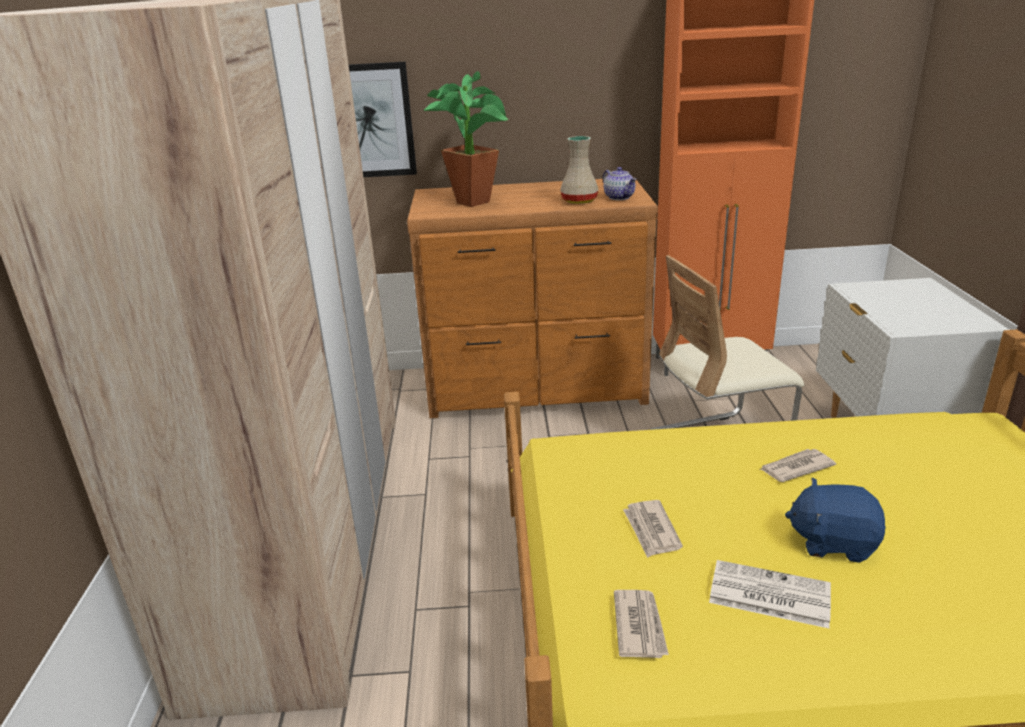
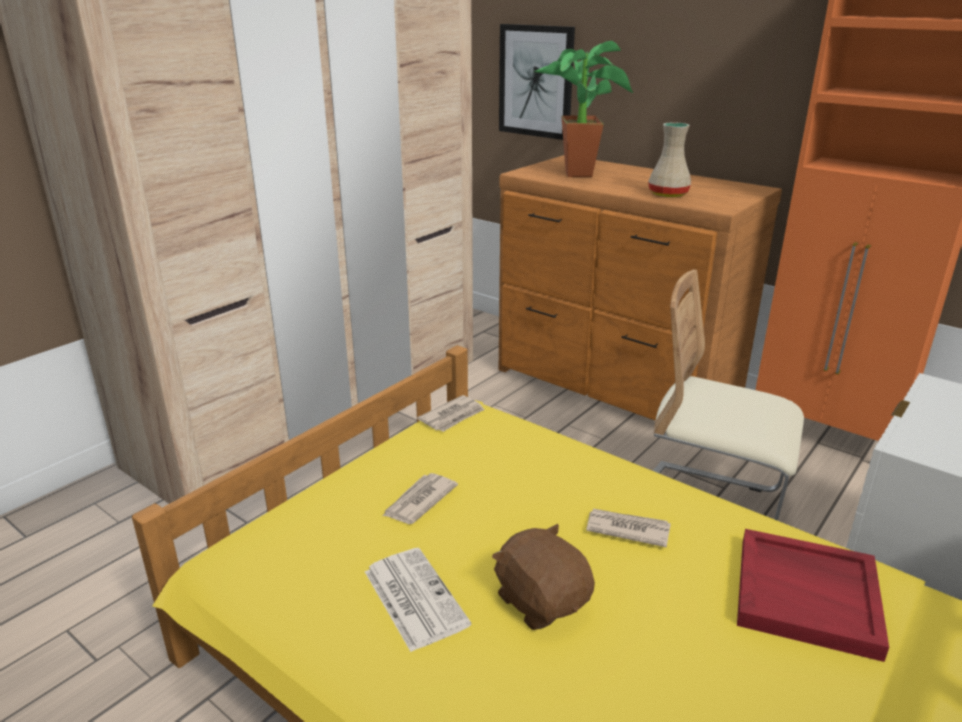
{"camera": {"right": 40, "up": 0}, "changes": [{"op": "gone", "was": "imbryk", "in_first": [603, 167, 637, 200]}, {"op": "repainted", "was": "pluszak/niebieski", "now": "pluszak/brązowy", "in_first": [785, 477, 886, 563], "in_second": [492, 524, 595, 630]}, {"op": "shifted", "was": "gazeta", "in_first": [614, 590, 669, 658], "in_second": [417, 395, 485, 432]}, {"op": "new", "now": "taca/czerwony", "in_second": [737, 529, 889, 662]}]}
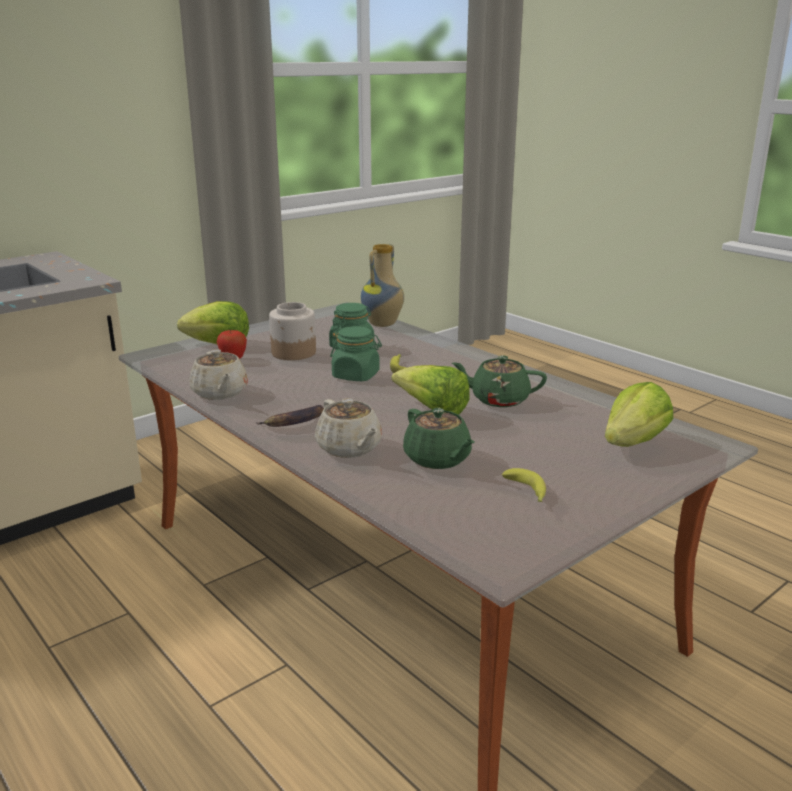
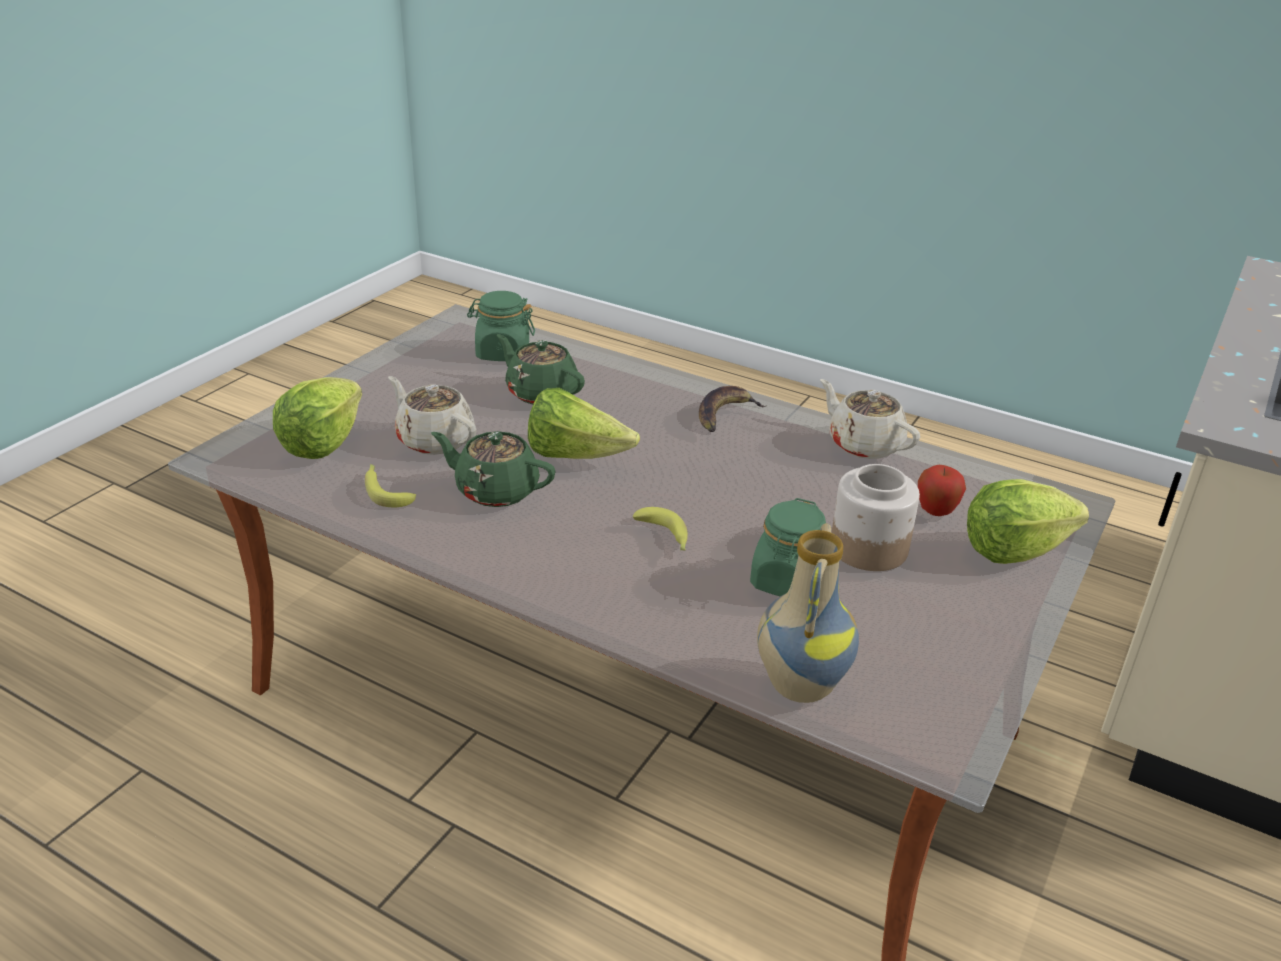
{"camera": {"right": 160, "up": 10}, "changes": [{"op": "shifted", "was": "słoik/zielony", "in_first": [330, 326, 382, 381], "in_second": [467, 291, 535, 361]}, {"op": "rotated", "was": "imbryk/zielony", "in_first": [452, 355, 547, 407], "in_second": [431, 431, 556, 507], "clockwise": -150}, {"op": "shifted", "was": "imbryk/beżowy", "in_first": [315, 398, 382, 458], "in_second": [388, 376, 476, 455]}, {"op": "shifted", "was": "banan", "in_first": [502, 468, 546, 502], "in_second": [365, 464, 416, 507]}]}
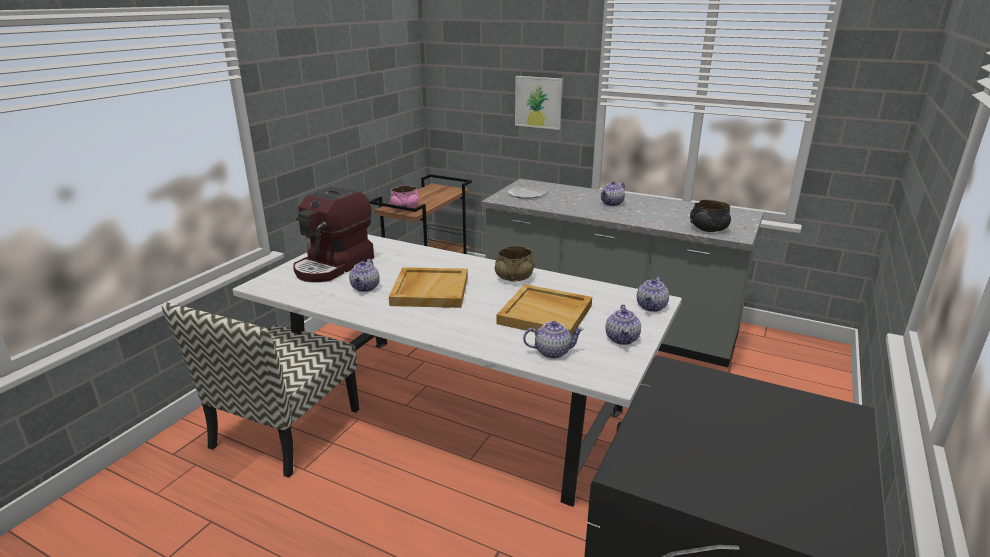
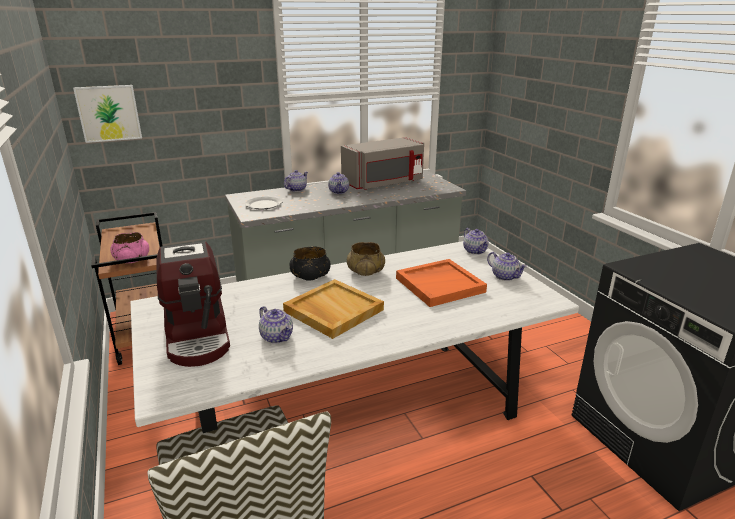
{"camera": {"right": -50, "up": 0}, "changes": [{"op": "shifted", "was": "obraz", "in_first": [515, 76, 563, 130], "in_second": [73, 85, 142, 143]}, {"op": "shifted", "was": "miska/czarny", "in_first": [690, 200, 731, 232], "in_second": [289, 246, 331, 281]}, {"op": "repainted", "was": "taca/beżowy", "now": "taca/pomarańczowy", "in_first": [497, 284, 592, 334], "in_second": [396, 259, 487, 307]}, {"op": "shifted", "was": "imbryk", "in_first": [523, 321, 584, 359], "in_second": [284, 170, 308, 192]}, {"op": "new", "now": "mikrofalówka/szary", "in_second": [341, 137, 424, 190]}]}
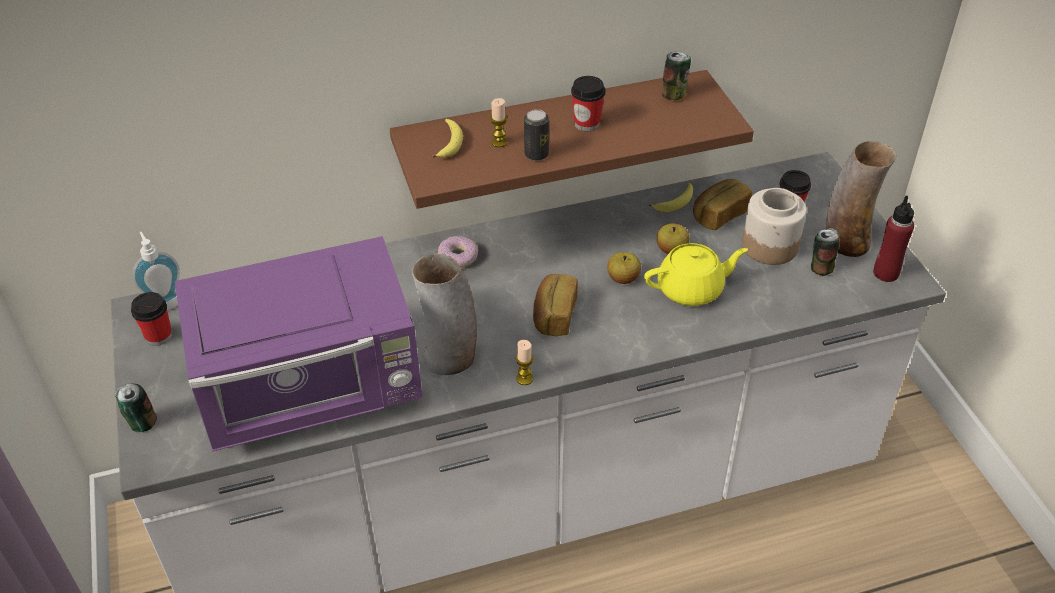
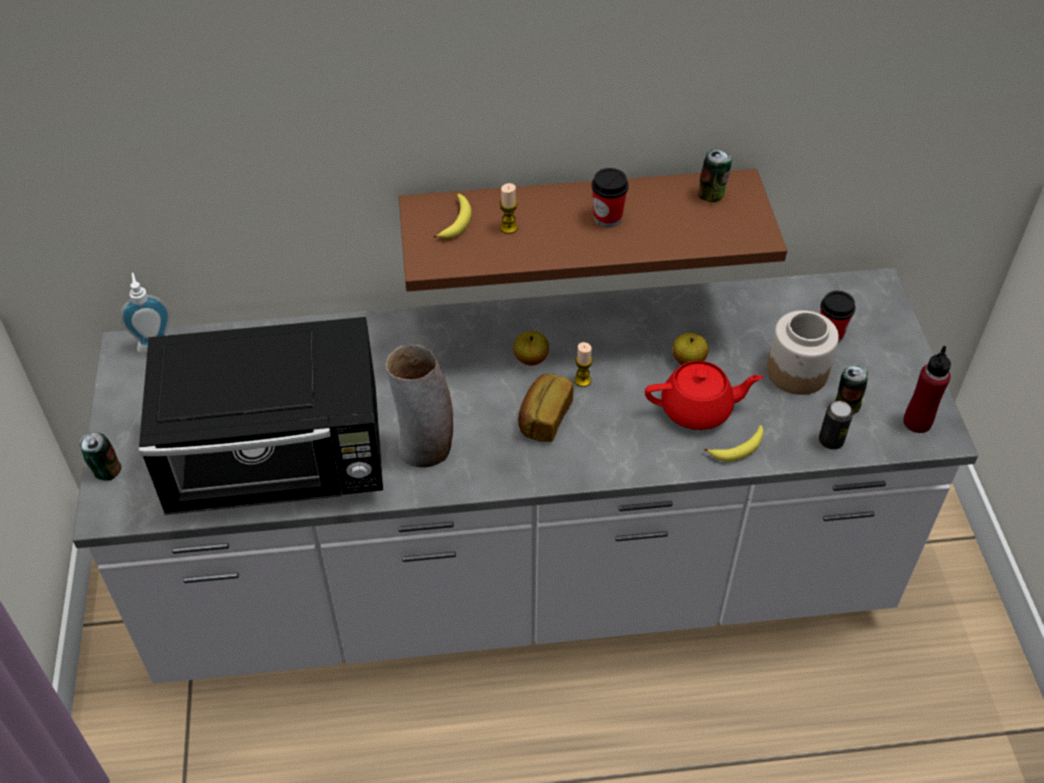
{"camera": {"right": 10, "up": 5}, "changes": [{"op": "shifted", "was": "puszka", "in_first": [524, 109, 549, 161], "in_second": [819, 401, 853, 450]}, {"op": "gone", "was": "wazon", "in_first": [826, 141, 896, 257]}, {"op": "gone", "was": "chleb", "in_first": [693, 179, 752, 230]}, {"op": "shifted", "was": "banan", "in_first": [649, 183, 693, 212], "in_second": [704, 425, 763, 462]}, {"op": "repainted", "was": "mikrofalówka/fioletowy", "now": "mikrofalówka/czarny", "in_first": [175, 236, 422, 451], "in_second": [139, 317, 383, 515]}, {"op": "gone", "was": "donut", "in_first": [438, 236, 478, 268]}, {"op": "repainted", "was": "imbryk/żółty", "now": "imbryk/czerwony", "in_first": [644, 243, 748, 306], "in_second": [645, 361, 763, 430]}, {"op": "shifted", "was": "jabłko", "in_first": [607, 252, 641, 284], "in_second": [513, 331, 549, 365]}, {"op": "gone", "was": "filiżanka", "in_first": [131, 292, 172, 346]}, {"op": "shifted", "was": "świeca", "in_first": [516, 340, 533, 385], "in_second": [574, 342, 593, 387]}]}
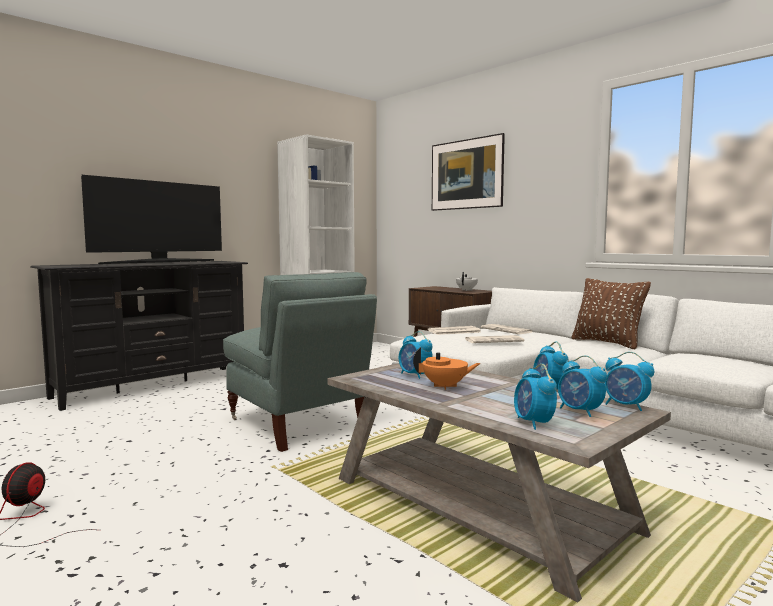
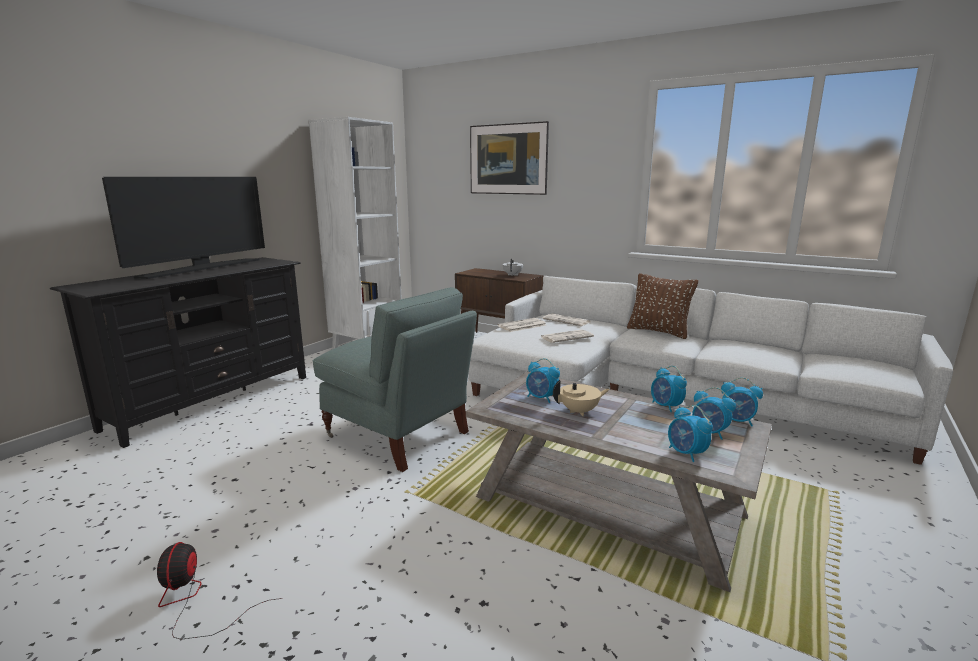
{"camera": {"right": -15, "up": 10}, "changes": [{"op": "repainted", "was": "imbryk/pomarańczowy", "now": "imbryk/beżowy", "in_first": [413, 347, 481, 390], "in_second": [553, 380, 610, 416]}]}
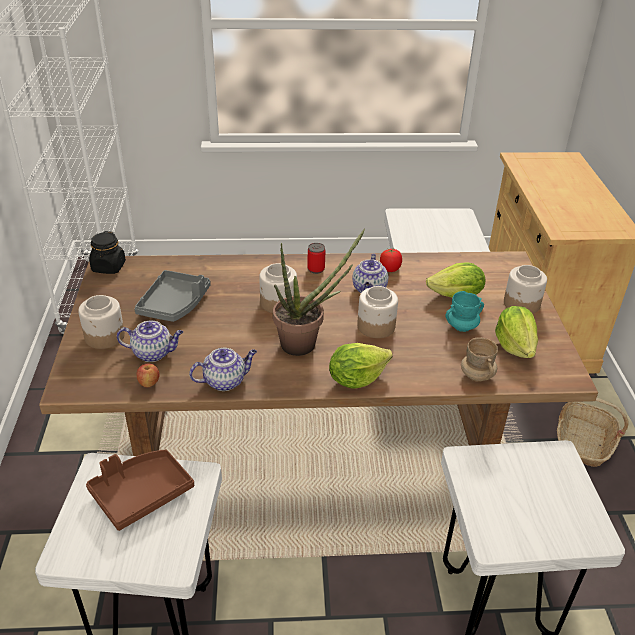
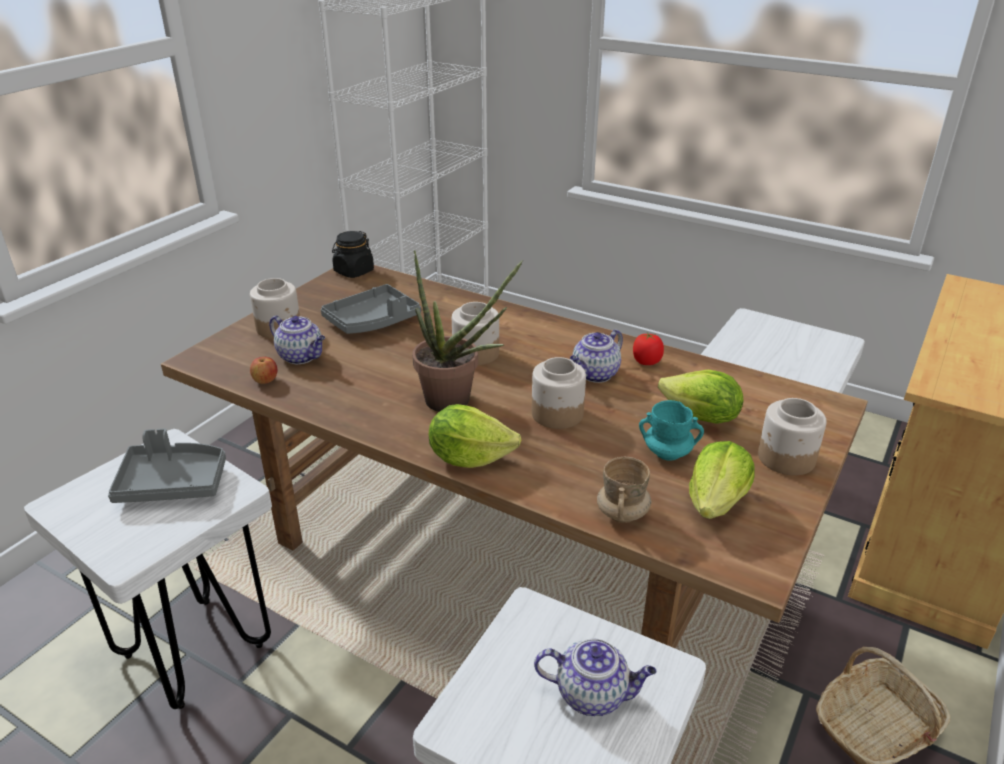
{"camera": {"right": 35, "up": -5}, "changes": [{"op": "gone", "was": "puszka", "in_first": [307, 243, 325, 274]}, {"op": "shifted", "was": "imbryk", "in_first": [189, 348, 257, 391], "in_second": [534, 638, 656, 716]}, {"op": "repainted", "was": "taca/brązowy", "now": "taca/szary", "in_first": [86, 449, 194, 531], "in_second": [108, 429, 226, 503]}]}
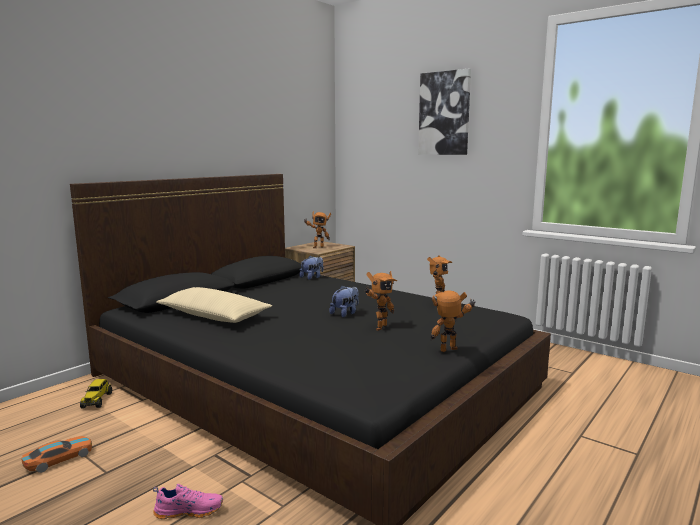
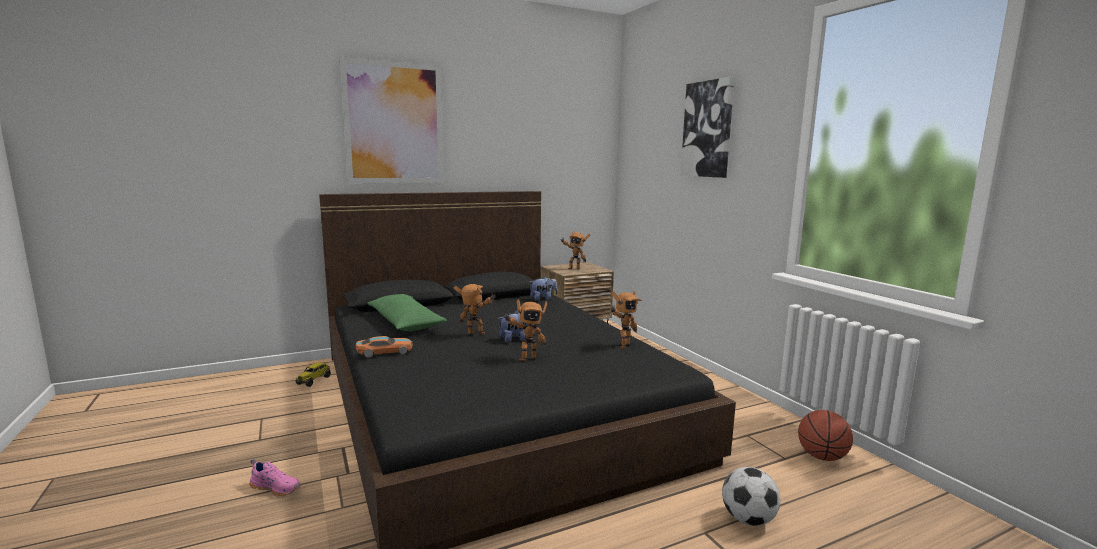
{"camera": {"right": 25, "up": 0}, "changes": [{"op": "repainted", "was": "poduszka/beżowy", "now": "poduszka/zielony", "in_first": [157, 287, 272, 323], "in_second": [367, 294, 447, 331]}, {"op": "shifted", "was": "robot zabawkowy", "in_first": [431, 291, 475, 352], "in_second": [453, 284, 495, 334]}, {"op": "shifted", "was": "samochodzik", "in_first": [22, 436, 92, 473], "in_second": [356, 336, 413, 358]}, {"op": "new", "now": "obraz", "in_second": [340, 57, 444, 183]}, {"op": "new", "now": "piłka do koszykówki", "in_second": [798, 410, 853, 461]}, {"op": "new", "now": "piłka futbolowa", "in_second": [722, 467, 780, 526]}]}
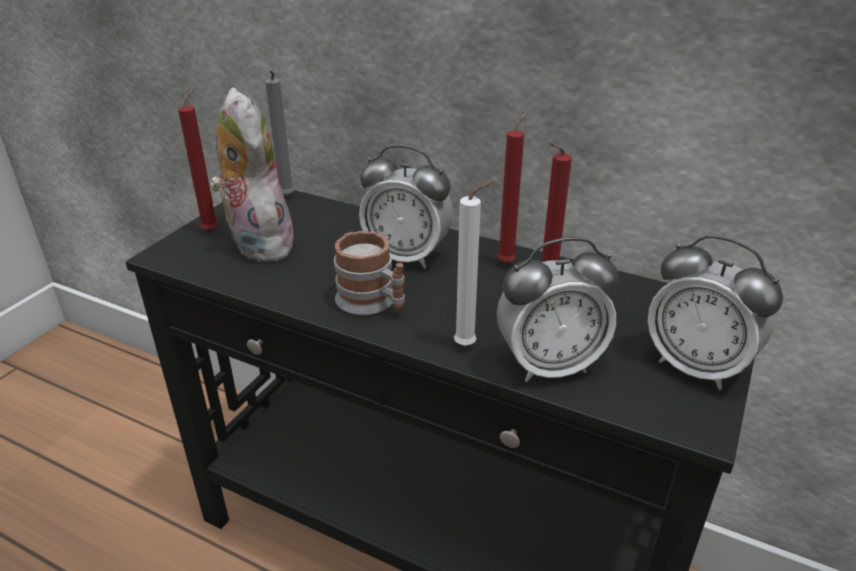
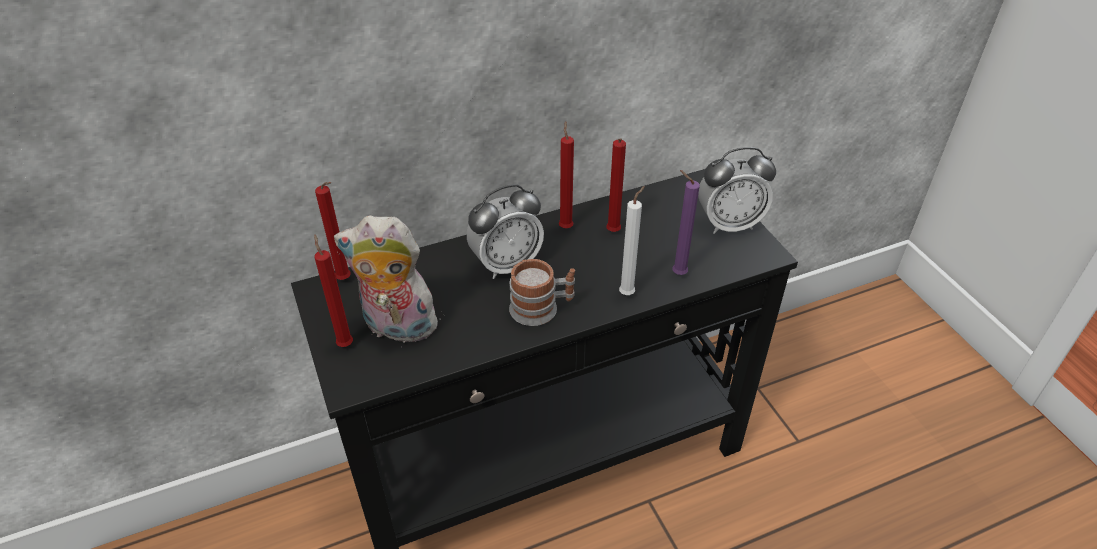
{"camera": {"right": -50, "up": 10}, "changes": [{"op": "repainted", "was": "świeca/szary", "now": "świeca/czerwony", "in_first": [265, 70, 294, 196], "in_second": [315, 182, 351, 280]}, {"op": "swapped", "was": "budzik", "now": "świeca/fioletowy", "in_first": [496, 237, 619, 382], "in_second": [672, 170, 700, 275]}]}
